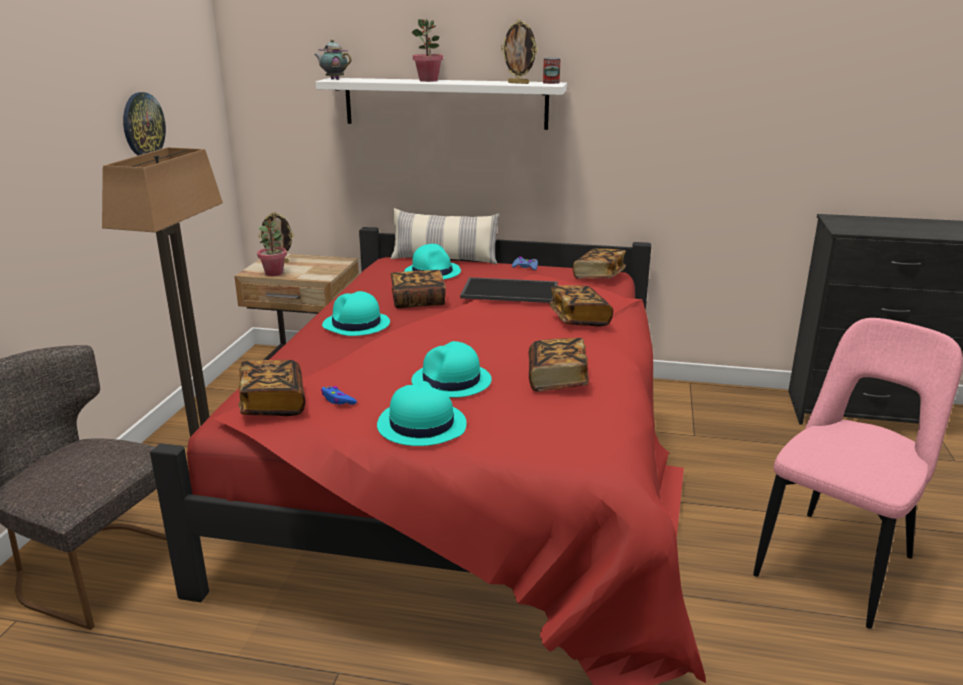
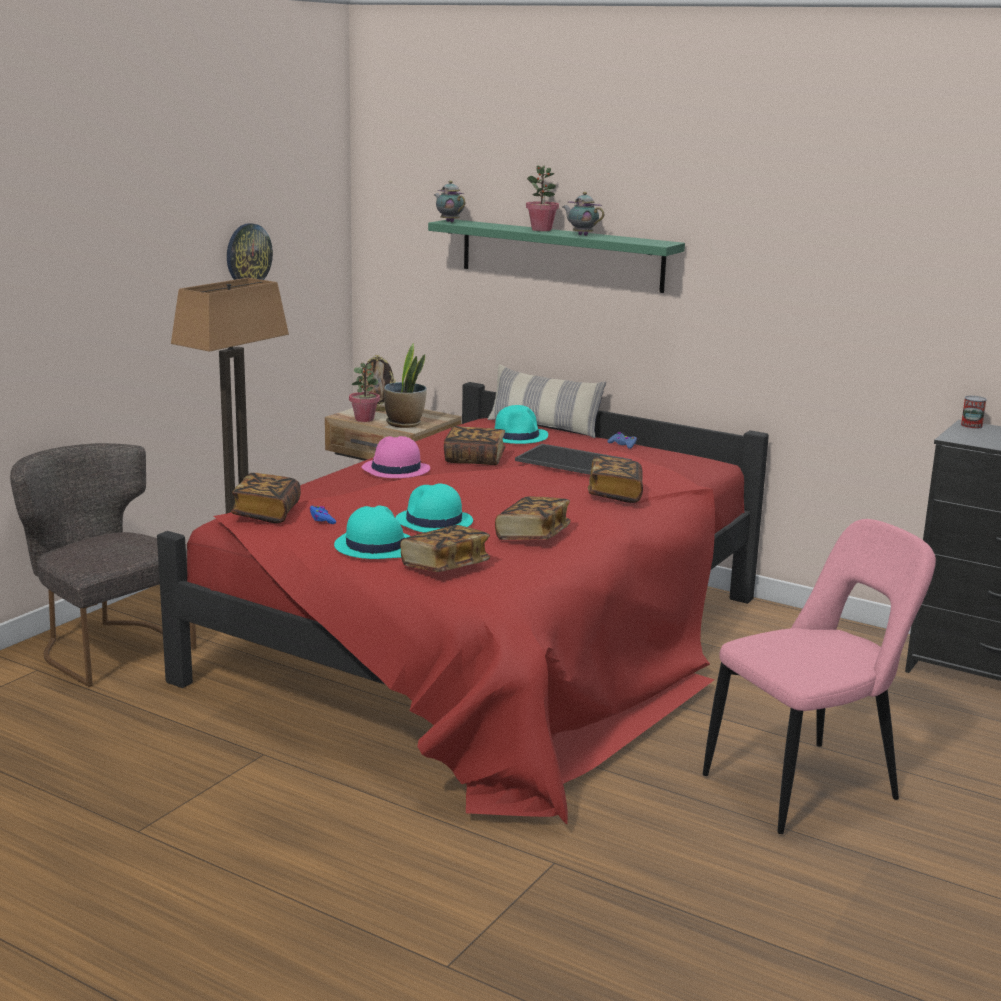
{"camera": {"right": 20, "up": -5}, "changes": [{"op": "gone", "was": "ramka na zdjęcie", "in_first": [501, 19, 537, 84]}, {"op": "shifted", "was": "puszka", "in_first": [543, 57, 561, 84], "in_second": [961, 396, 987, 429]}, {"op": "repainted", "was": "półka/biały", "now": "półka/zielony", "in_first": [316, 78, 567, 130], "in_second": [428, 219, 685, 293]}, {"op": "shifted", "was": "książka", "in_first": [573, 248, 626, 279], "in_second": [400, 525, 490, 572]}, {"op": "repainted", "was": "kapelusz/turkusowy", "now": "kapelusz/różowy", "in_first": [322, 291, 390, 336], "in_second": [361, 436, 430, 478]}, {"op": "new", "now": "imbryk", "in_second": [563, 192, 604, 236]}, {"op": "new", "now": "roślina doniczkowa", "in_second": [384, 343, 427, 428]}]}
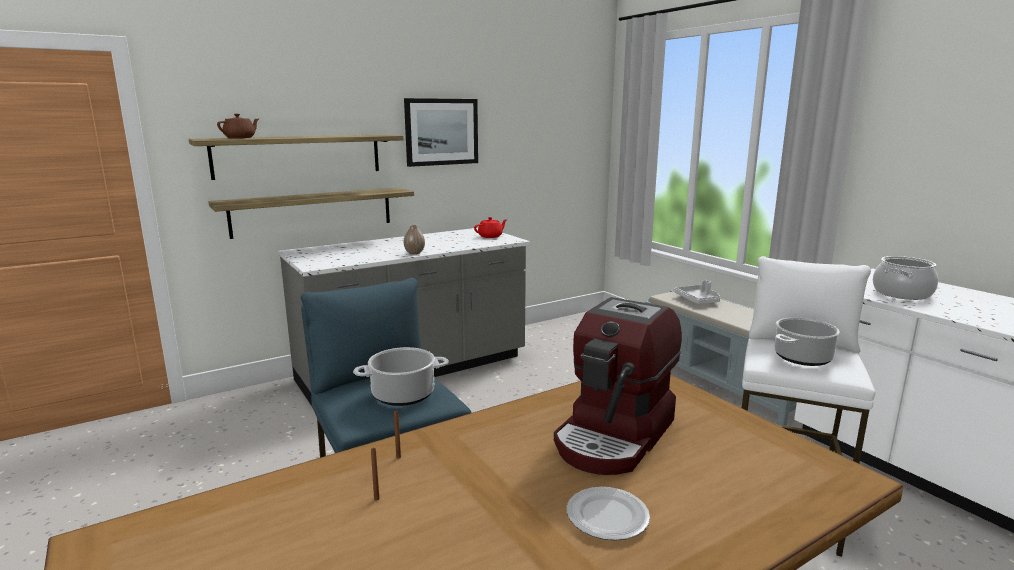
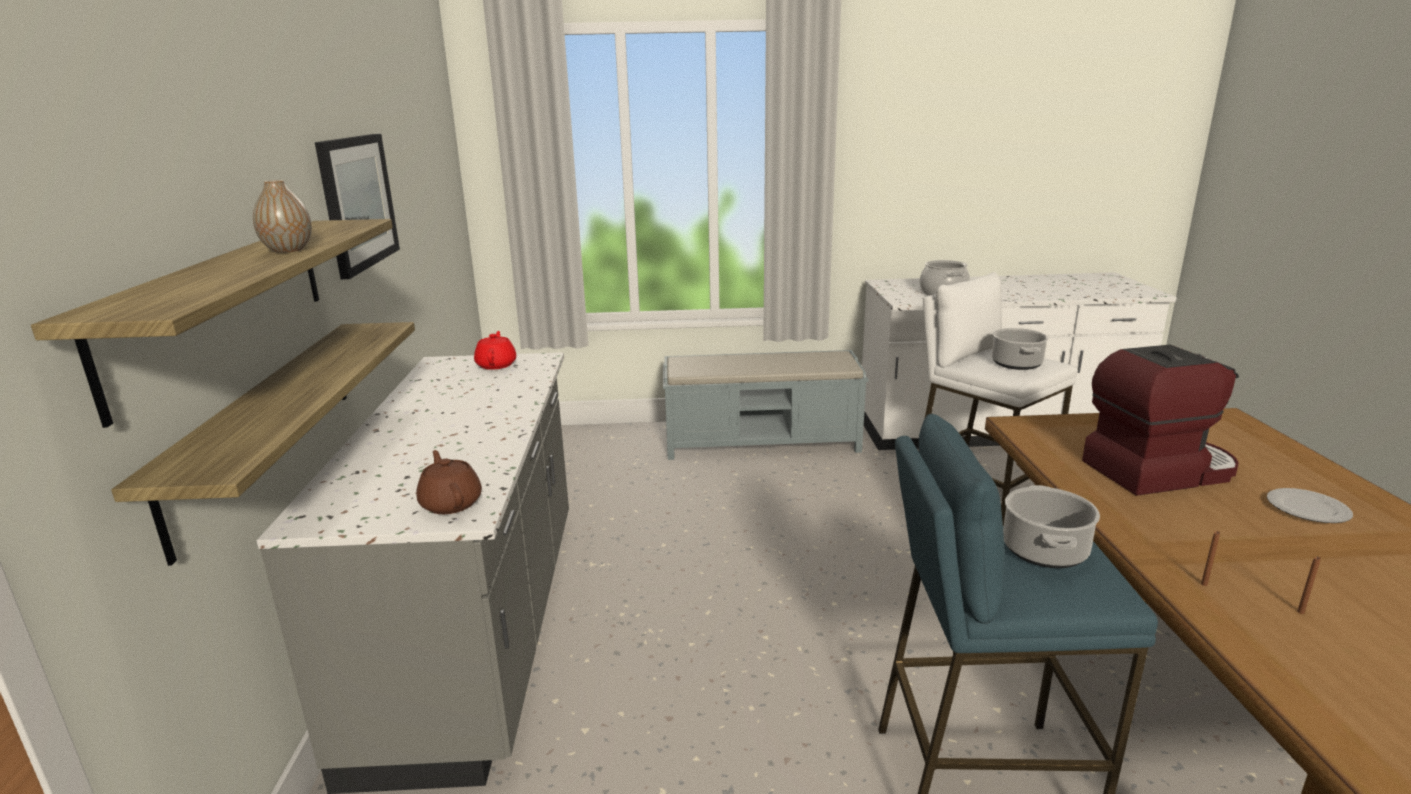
{"camera": {"right": -60, "up": 5}, "changes": [{"op": "shifted", "was": "imbryk/brązowy", "in_first": [217, 114, 259, 138], "in_second": [416, 450, 482, 514]}, {"op": "shifted", "was": "wazon", "in_first": [404, 225, 425, 254], "in_second": [253, 180, 312, 253]}, {"op": "gone", "was": "taca/szary", "in_first": [674, 280, 720, 304]}, {"op": "rotated", "was": "ekspres do kawy", "in_first": [554, 297, 682, 475], "in_second": [1082, 345, 1239, 496], "clockwise": -75}]}
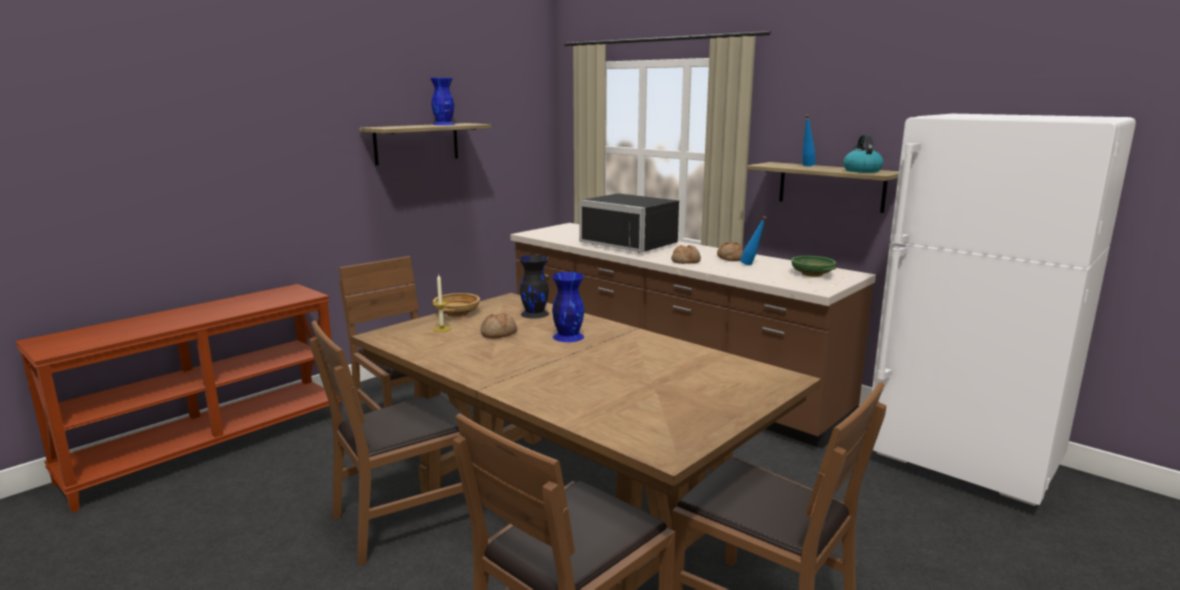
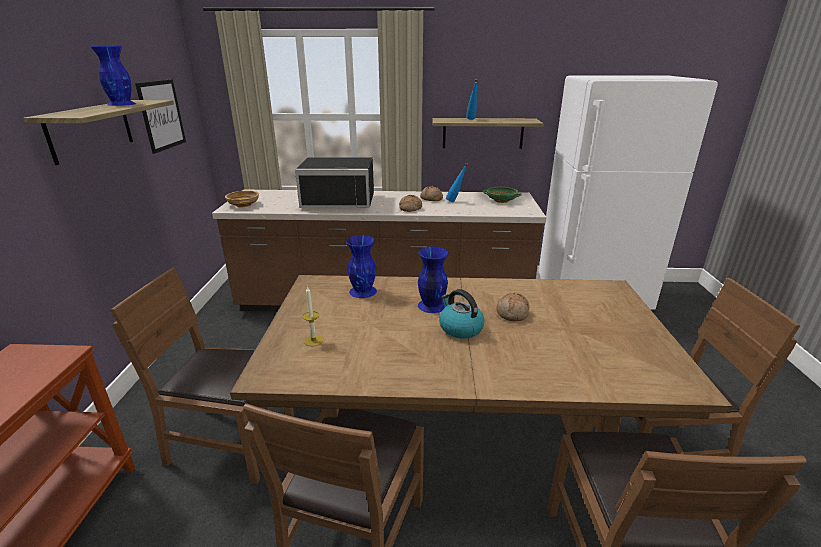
{"camera": {"right": -40, "up": 10}, "changes": [{"op": "shifted", "was": "czajnik", "in_first": [843, 134, 883, 173], "in_second": [439, 289, 485, 339]}, {"op": "repainted", "was": "wazon/czarny", "now": "wazon/niebieski", "in_first": [519, 255, 549, 319], "in_second": [346, 235, 377, 298]}, {"op": "shifted", "was": "miska/beżowy", "in_first": [433, 293, 480, 317], "in_second": [225, 191, 259, 207]}, {"op": "shifted", "was": "chleb", "in_first": [480, 313, 517, 339], "in_second": [496, 293, 529, 321]}, {"op": "new", "now": "obraz", "in_second": [135, 79, 186, 154]}]}
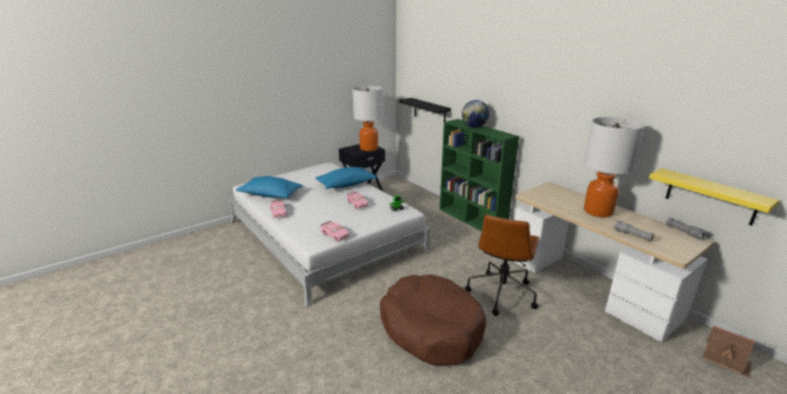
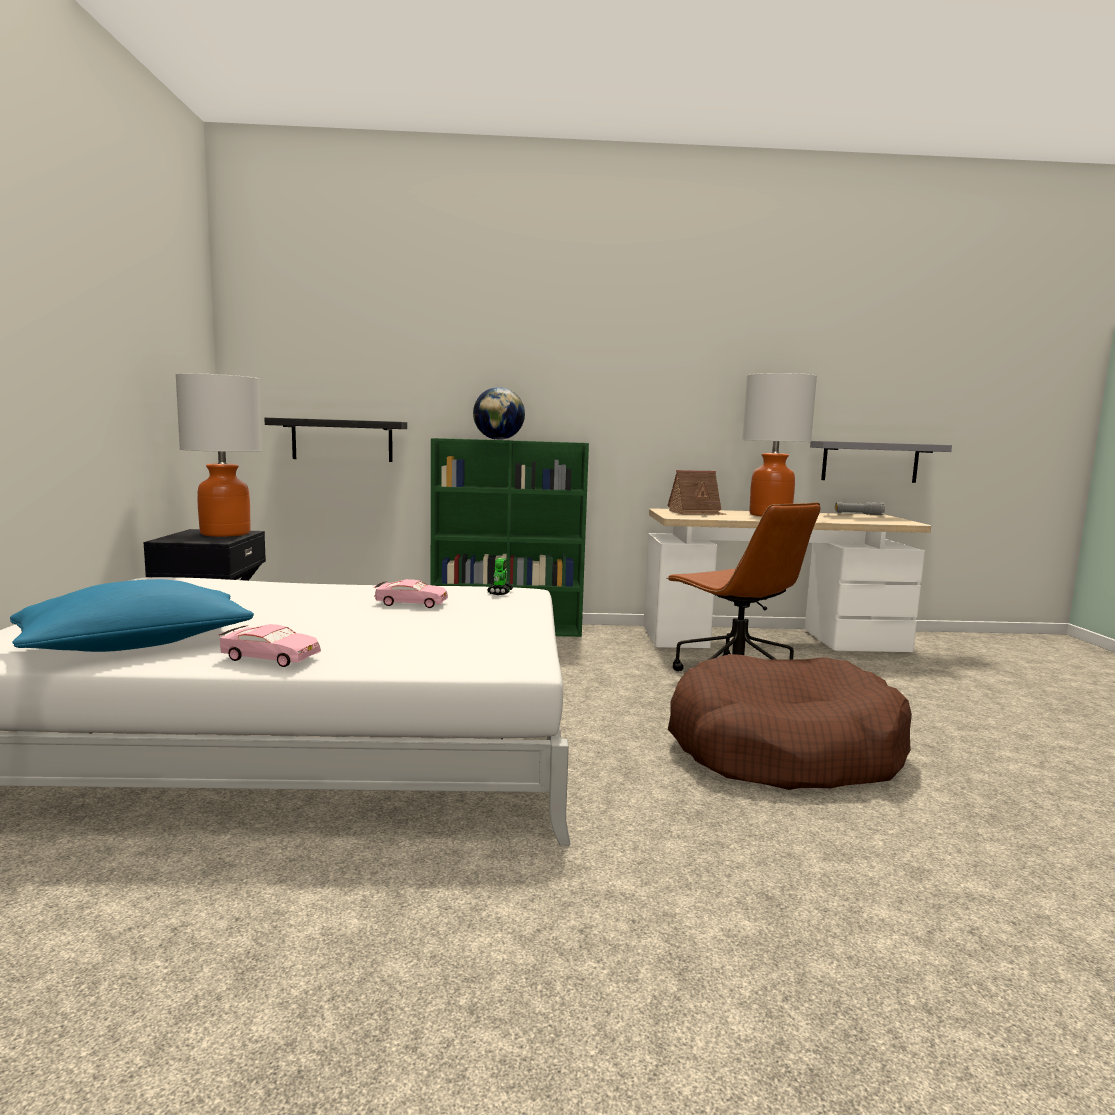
{"camera": {"right": -55, "up": -15}, "changes": [{"op": "gone", "was": "poduszka/niebieski", "in_first": [315, 167, 377, 189]}, {"op": "repainted", "was": "półka/żółty", "now": "półka/szary", "in_first": [649, 168, 780, 226], "in_second": [810, 441, 952, 483]}, {"op": "gone", "was": "latarka/szary", "in_first": [613, 220, 654, 241]}, {"op": "gone", "was": "samochodzik/różowy", "in_first": [320, 221, 350, 241]}, {"op": "shifted", "was": "domek", "in_first": [703, 325, 755, 378], "in_second": [667, 470, 727, 515]}]}
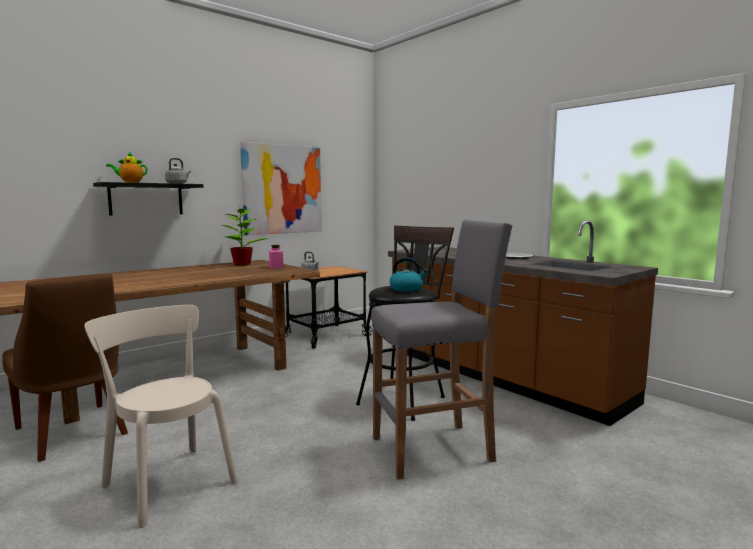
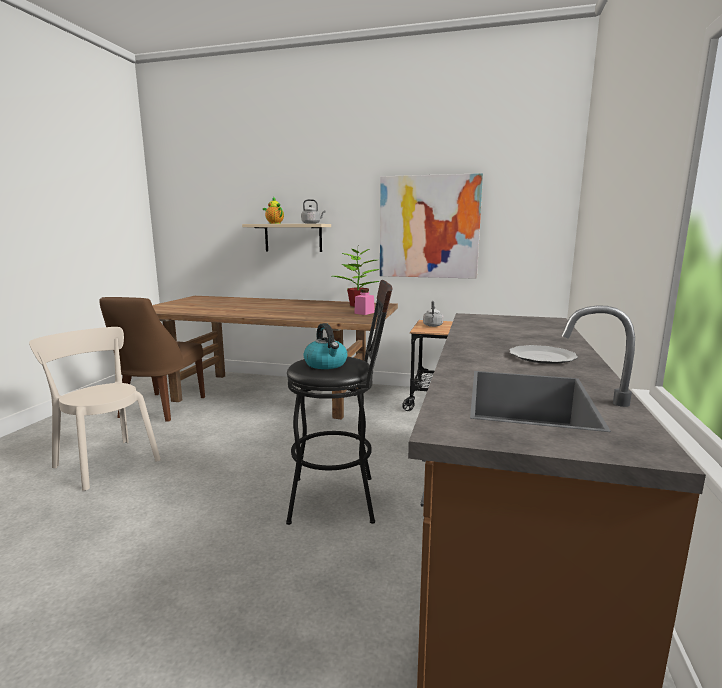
{"camera": {"right": 55, "up": 5}, "changes": [{"op": "repainted", "was": "półka/czarny", "now": "półka/beżowy", "in_first": [93, 182, 203, 216], "in_second": [242, 224, 331, 252]}, {"op": "gone", "was": "stołek/szary", "in_first": [371, 220, 512, 480]}, {"op": "rotated", "was": "krzesło/beżowy", "in_first": [85, 305, 238, 528], "in_second": [29, 327, 161, 491], "clockwise": -60}]}
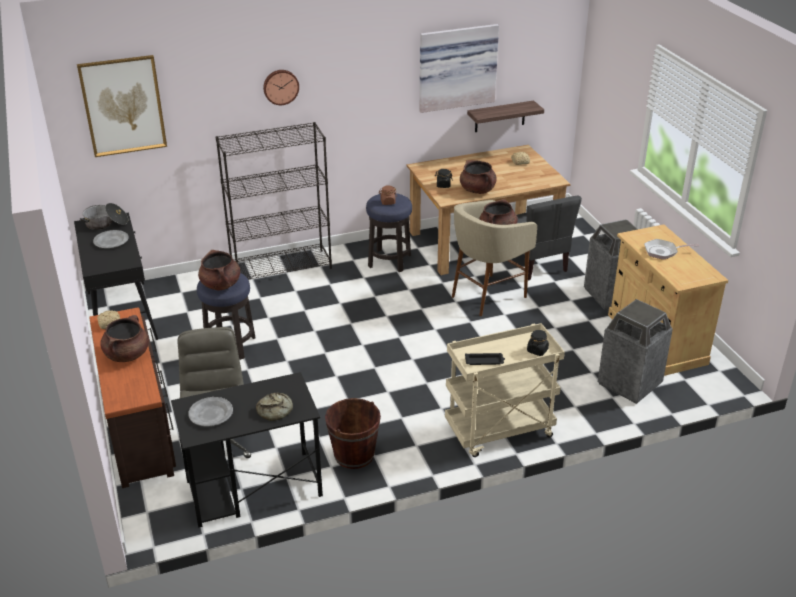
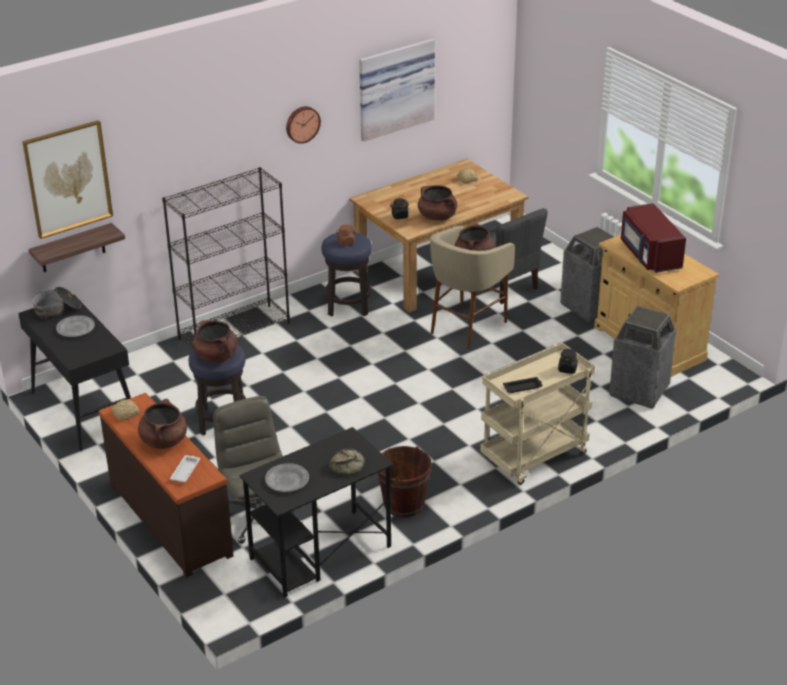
{"camera": {"right": -15, "up": 0}, "changes": [{"op": "shifted", "was": "zegar ścienny", "in_first": [263, 70, 299, 105], "in_second": [286, 106, 321, 144]}, {"op": "shifted", "was": "półka", "in_first": [467, 100, 544, 132], "in_second": [28, 223, 125, 272]}, {"op": "swapped", "was": "patelnia", "now": "mikrofalówka/czerwony", "in_first": [644, 239, 699, 260], "in_second": [621, 203, 686, 273]}, {"op": "new", "now": "taca/biały", "in_second": [170, 455, 200, 482]}]}
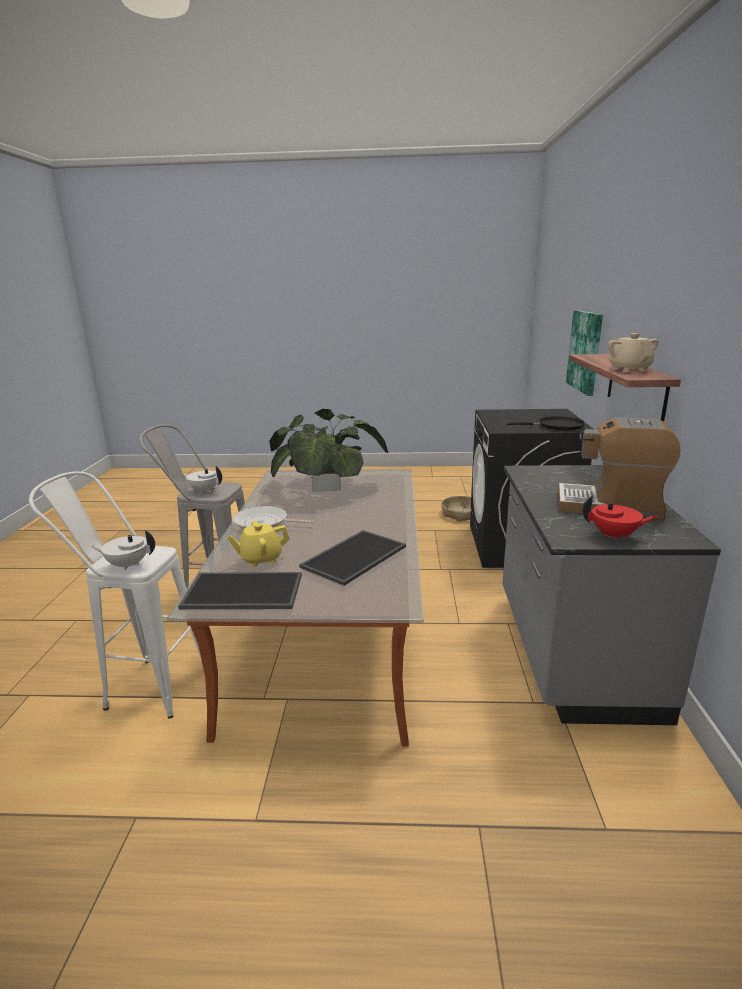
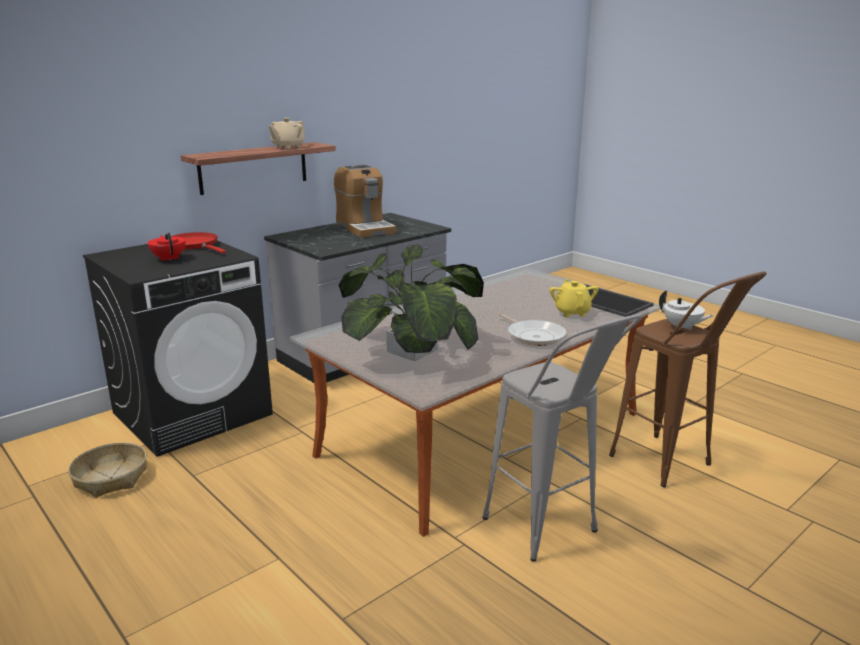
{"camera": {"right": -135, "up": 0}, "changes": [{"op": "gone", "was": "obraz", "in_first": [566, 310, 603, 396]}, {"op": "repainted", "was": "patelnia/czarny", "now": "patelnia/czerwony", "in_first": [506, 416, 585, 431], "in_second": [171, 232, 226, 253]}, {"op": "gone", "was": "imbryk/biały", "in_first": [182, 466, 222, 494]}, {"op": "repainted", "was": "stołek/biały", "now": "stołek/brązowy", "in_first": [29, 472, 203, 719], "in_second": [609, 271, 767, 487]}, {"op": "shifted", "was": "imbryk/czerwony", "in_first": [582, 496, 657, 541], "in_second": [148, 232, 186, 261]}, {"op": "rotated", "was": "imbryk/żółty", "in_first": [227, 521, 290, 567], "in_second": [549, 280, 599, 317], "clockwise": -120}, {"op": "gone", "was": "taca", "in_first": [299, 530, 406, 586]}]}
